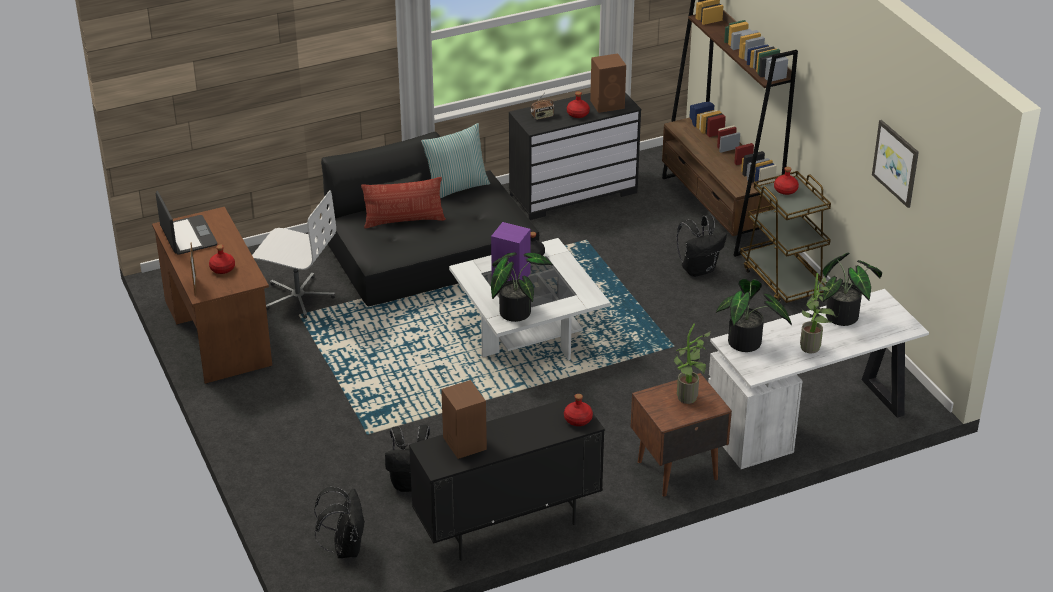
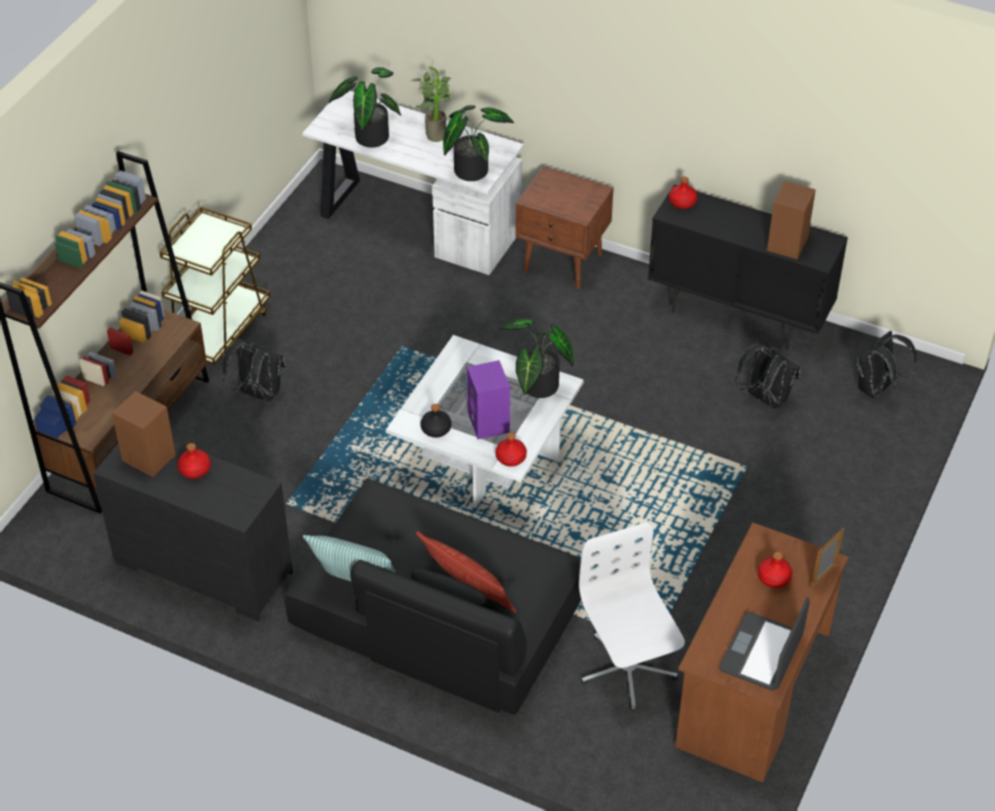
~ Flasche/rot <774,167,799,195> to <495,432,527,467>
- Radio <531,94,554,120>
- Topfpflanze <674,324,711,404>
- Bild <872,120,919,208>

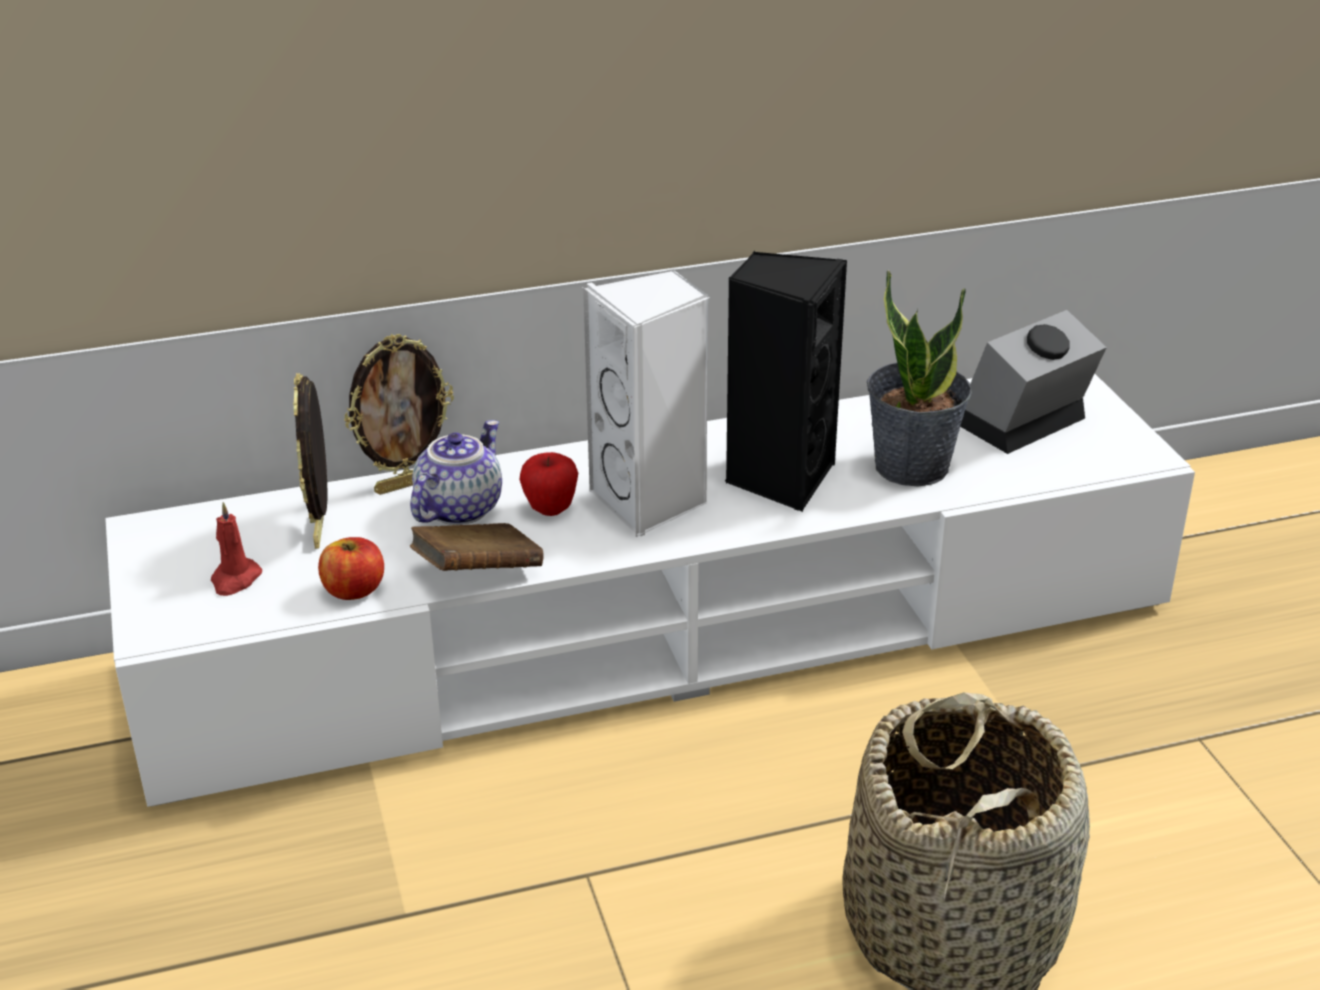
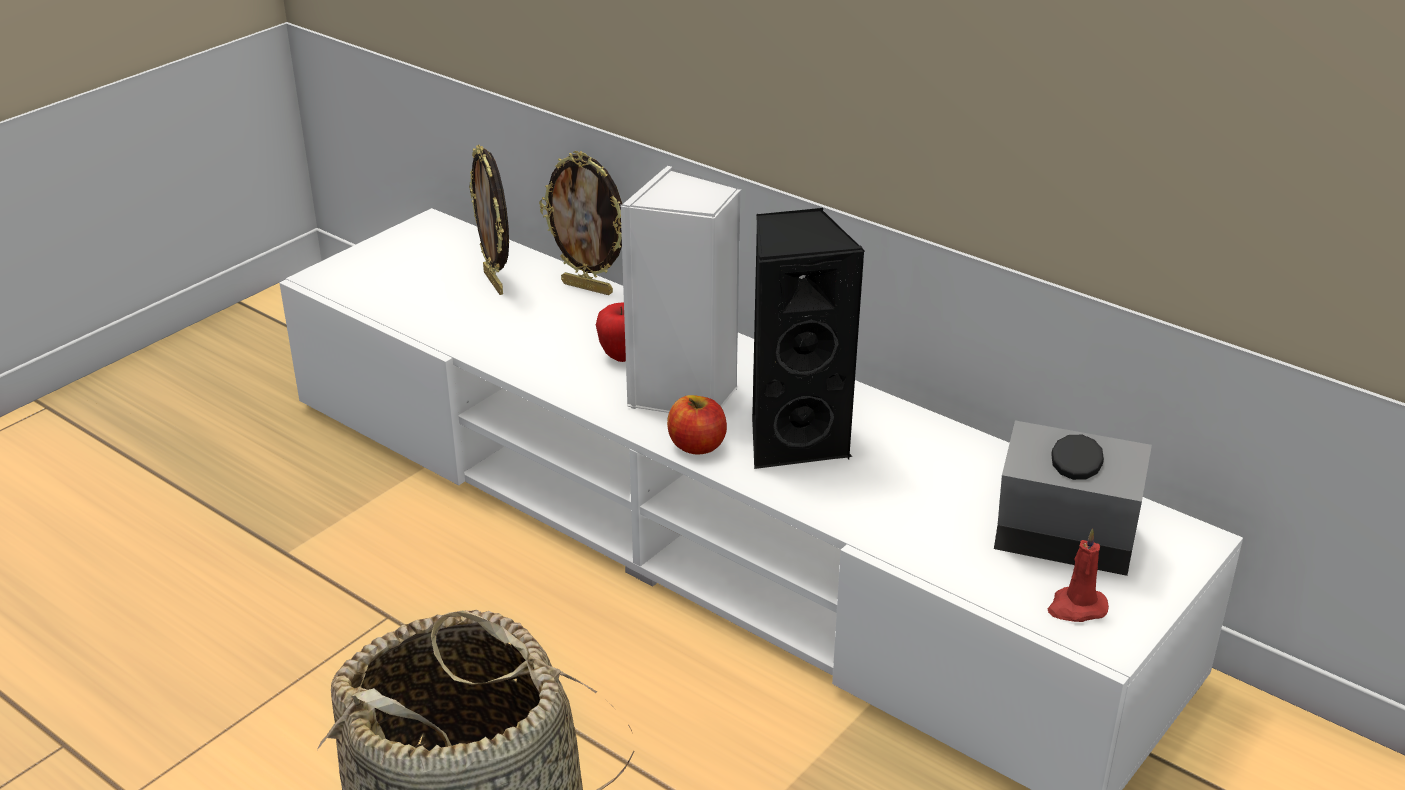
~ Bilderrahmen <293,373,327,549> = <469,144,509,295> 75 degrees counterclockwise
~ Apfel <318,537,384,600> to <667,395,727,455>
~ Kerze/rot <211,502,262,596> to <1048,528,1109,622>
- Buch/braun <409,523,543,571>
- Teekanne <410,420,502,525>
- Topfpflanze <867,269,972,487>

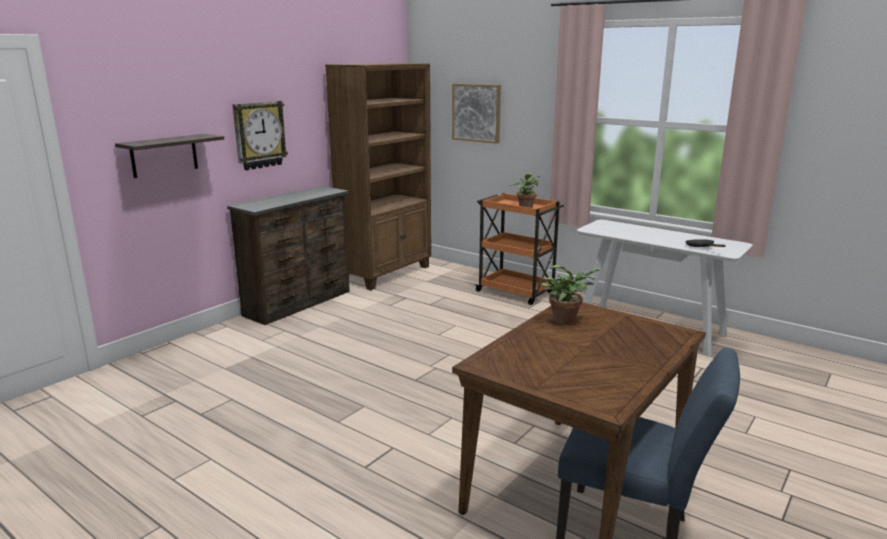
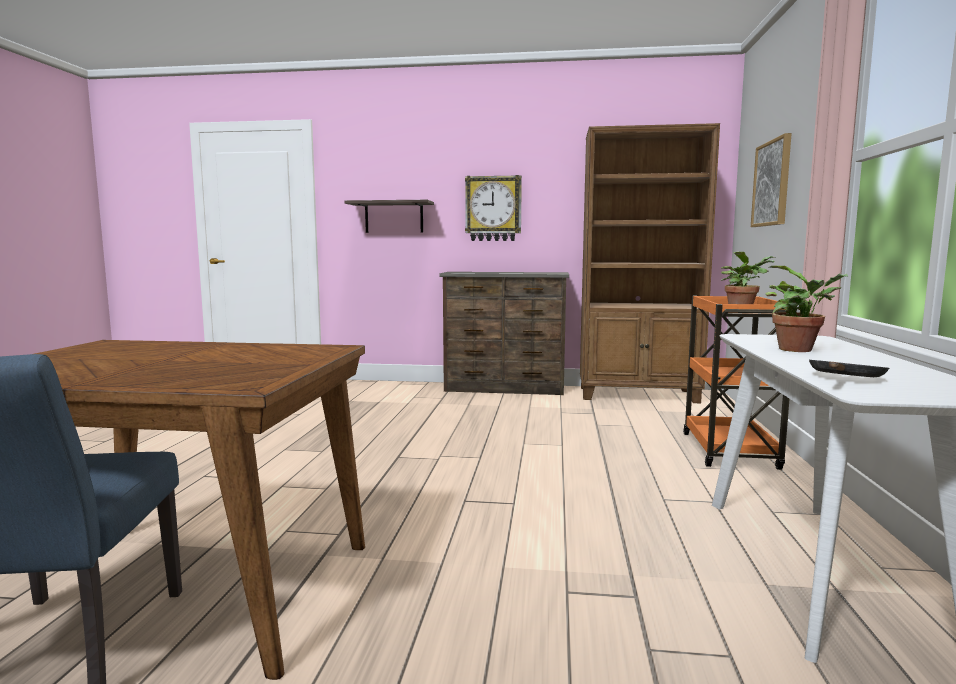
~ Topfpflanze <541,265,603,324> to <765,266,848,352>

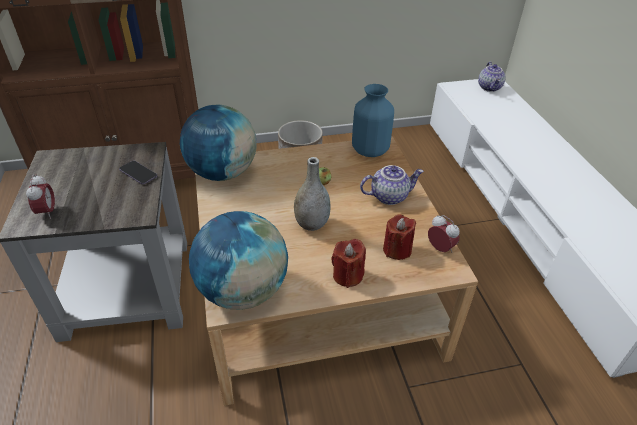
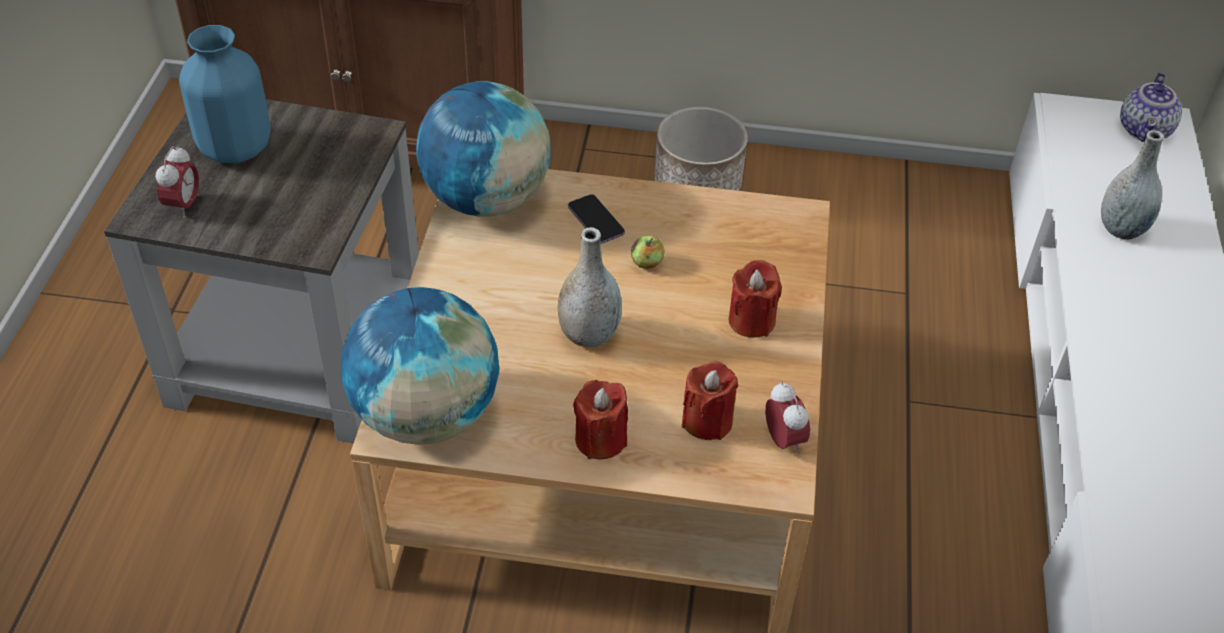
~ Vase/blau <352,84,394,157> to <179,25,270,163>
~ Handy <119,161,157,185> to <568,194,625,244>
~ Teekanne <360,165,424,205> to Kerze/rot <729,260,782,338>
+ Vase/grau <1101,130,1164,240>

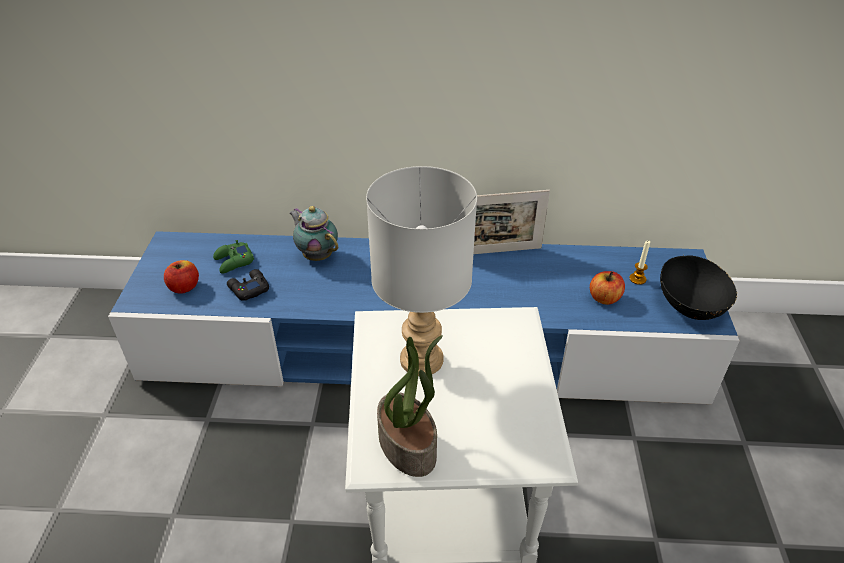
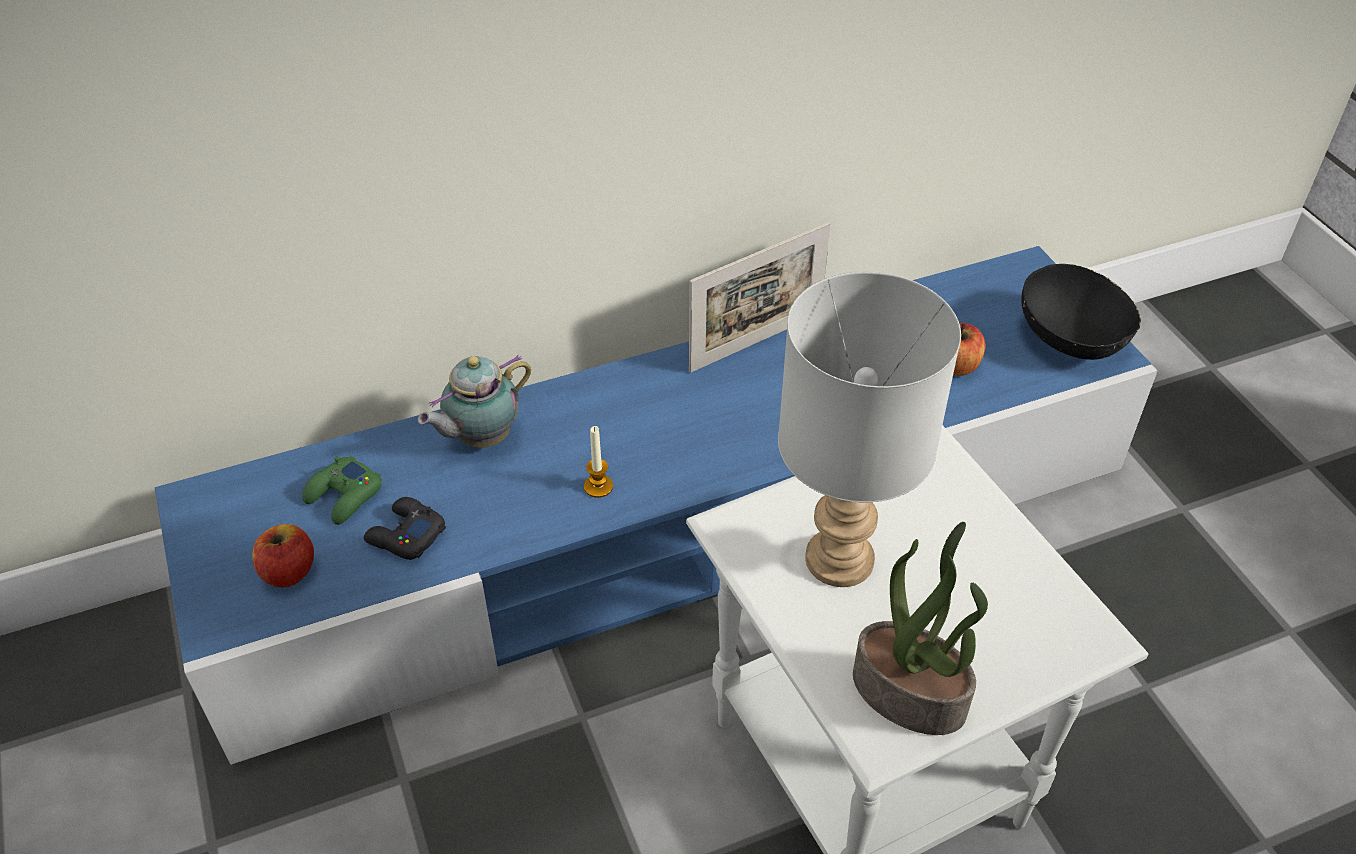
~ Teekanne <289,206,338,261> = <418,355,531,448> 60 degrees counterclockwise
~ Kerze <629,240,650,285> to <584,426,613,498>

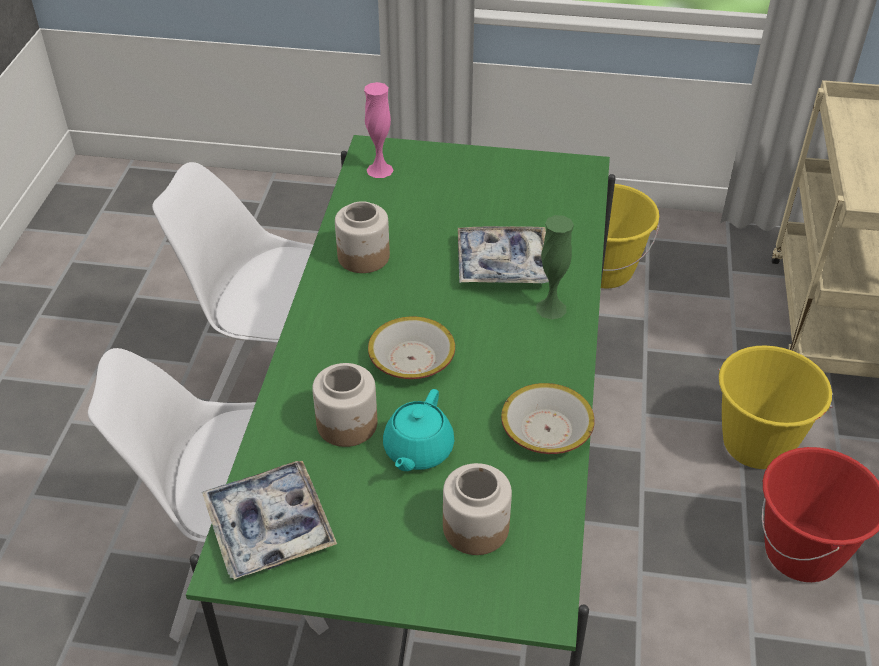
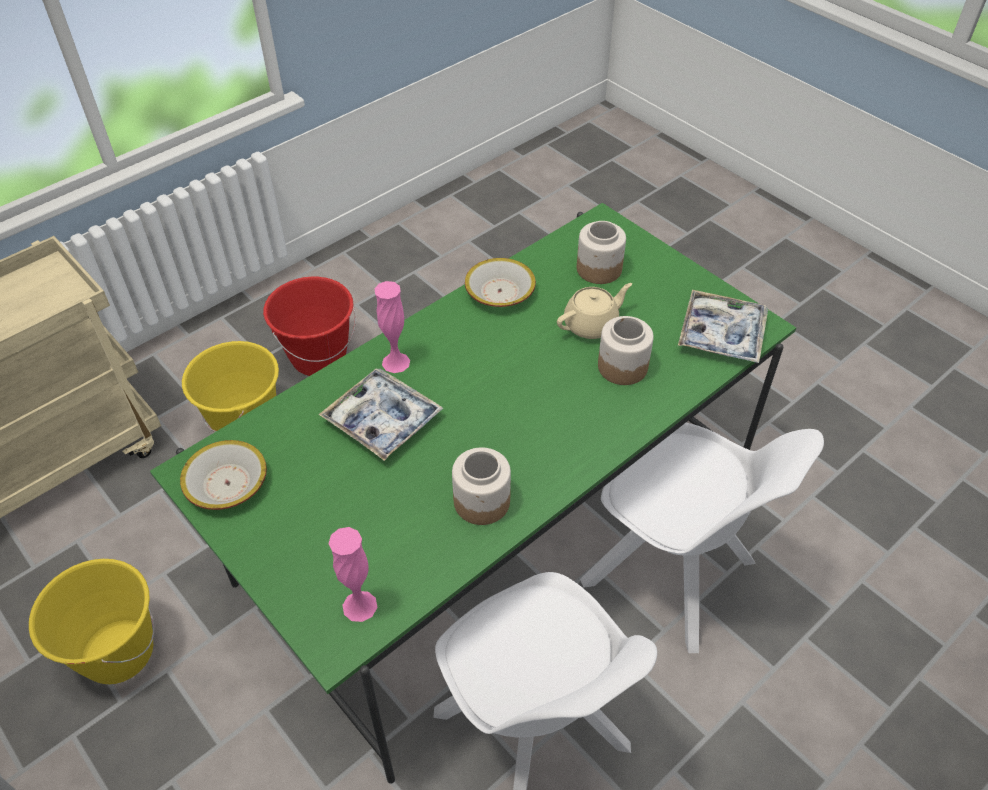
~ Schüssel <368,316,455,379> to <180,440,267,510>
~ Vase/grün <536,215,574,319> to Vase/rosa <375,281,410,373>
~ Teekanne/türkis <383,389,454,471> to Teekanne/beige <557,283,632,339>

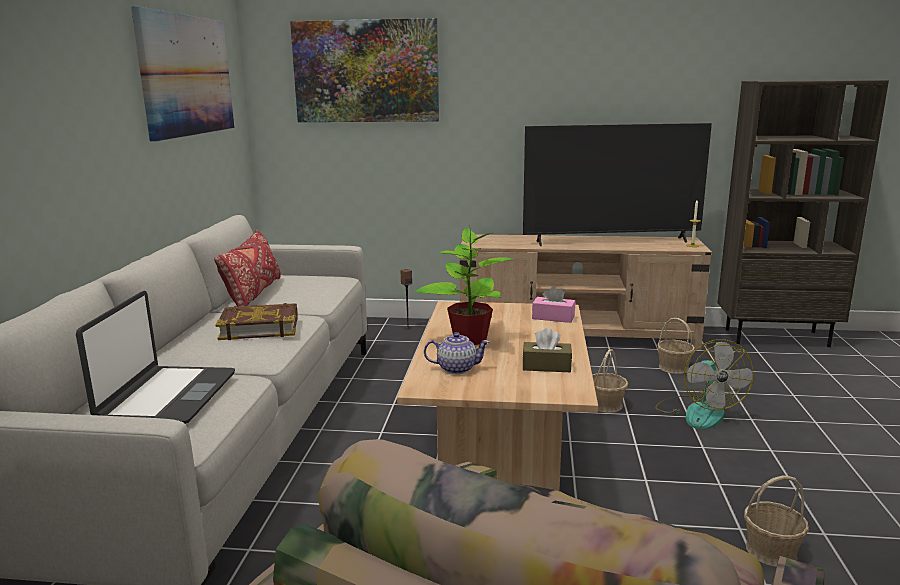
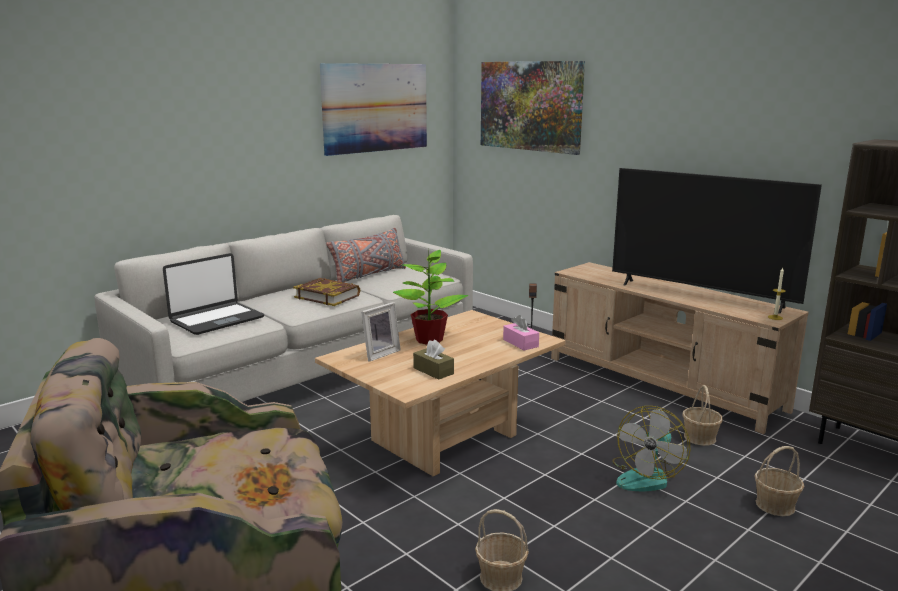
~ Kissen/rot <214,229,281,307> to Kissen/grau <326,228,406,283>
~ Teekanne <424,332,490,374> to Bilderrahmen <361,302,401,362>
~ Korb <592,349,628,413> to <755,446,804,516>

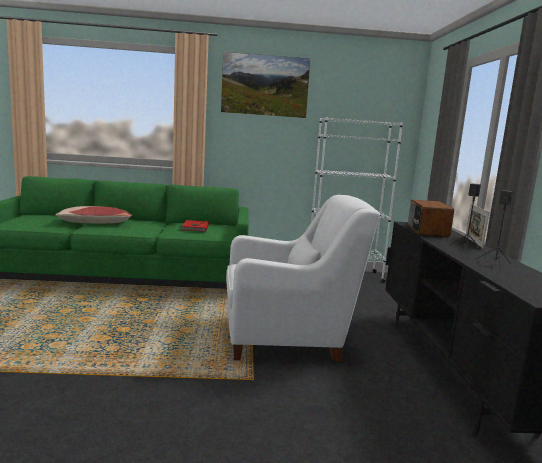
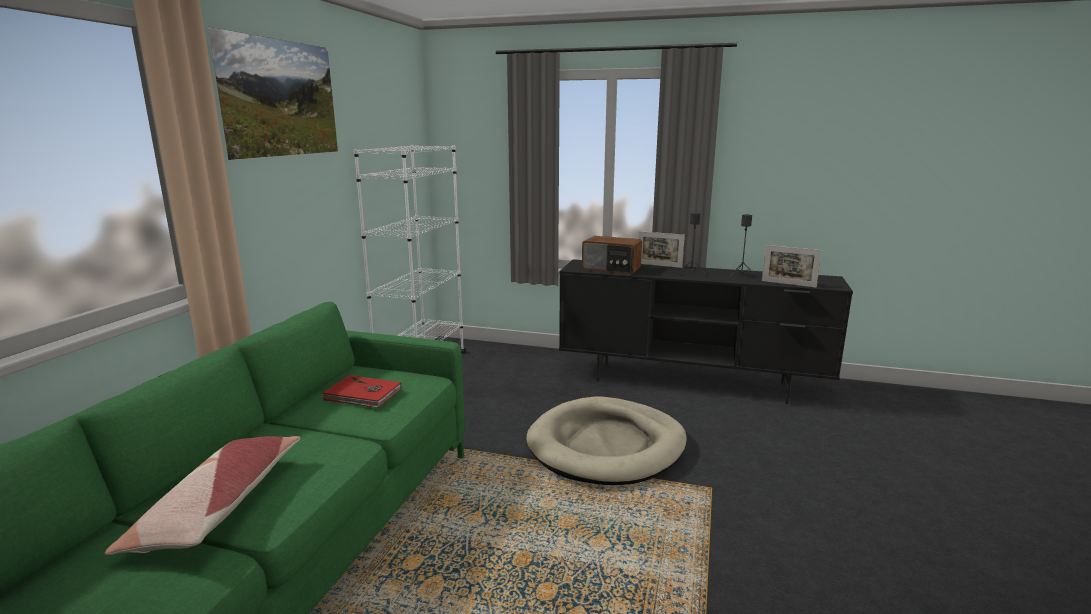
~ Sessel/weiß <226,195,380,361> to Hundebett/beige <526,397,687,485>
+ Bilderrahmen <762,245,822,288>

